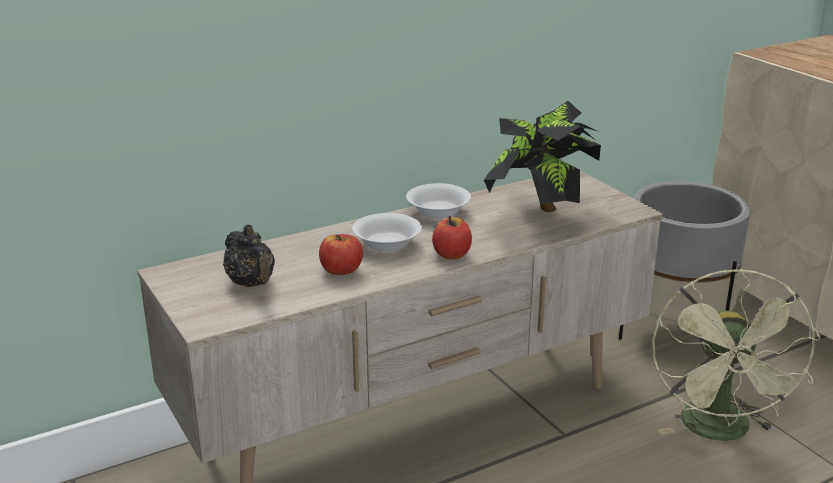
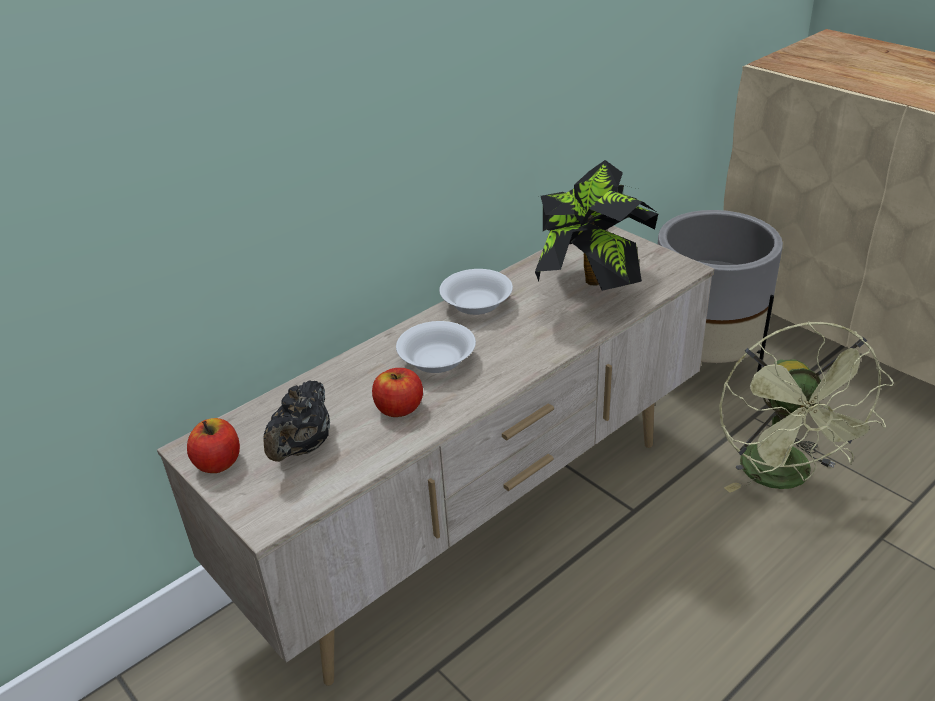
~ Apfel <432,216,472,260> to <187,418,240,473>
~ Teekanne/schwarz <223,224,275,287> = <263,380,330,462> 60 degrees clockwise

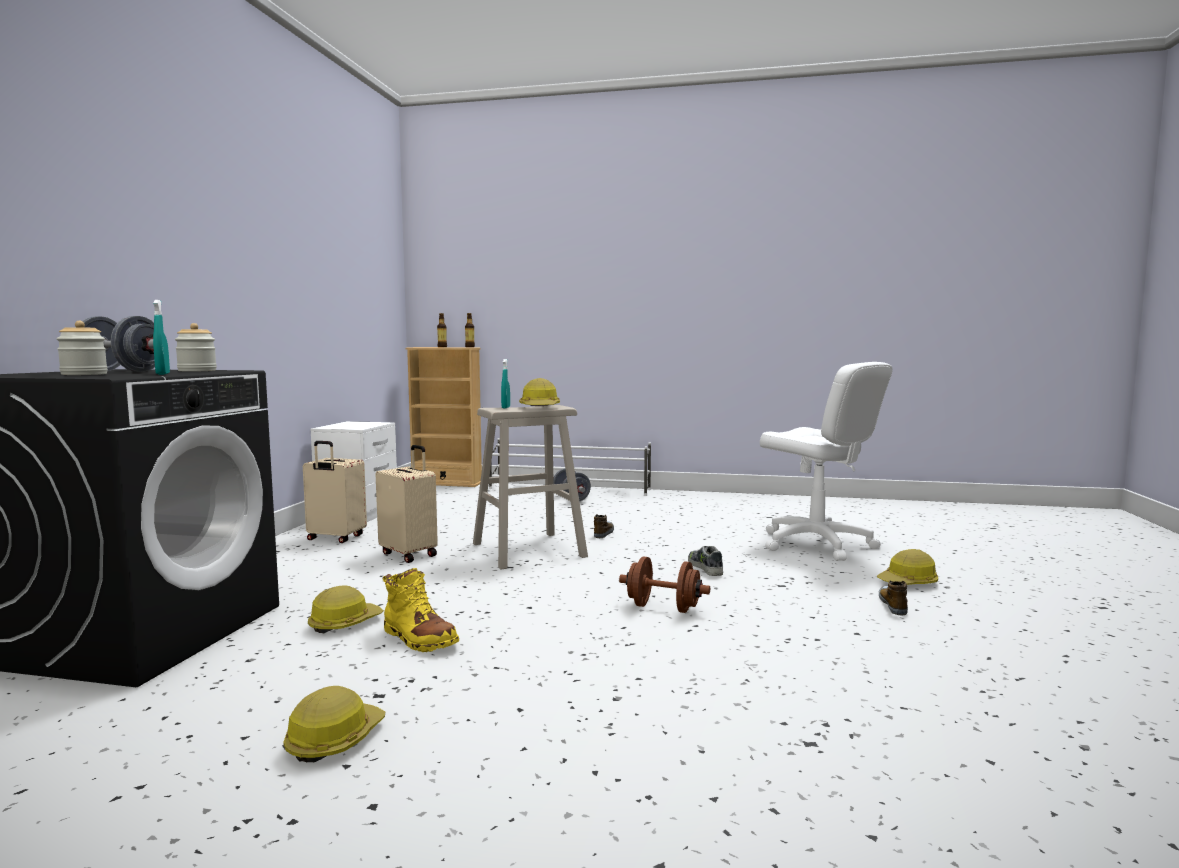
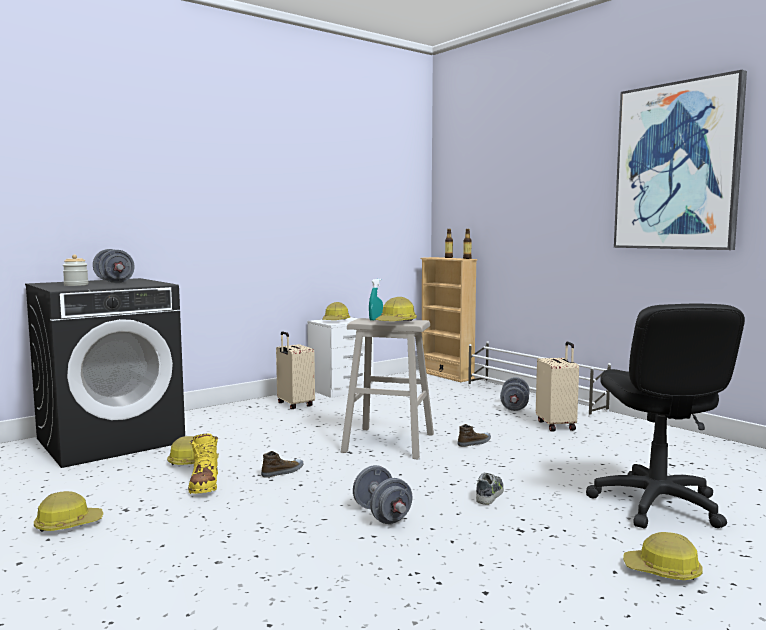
~ Schuh <879,581,908,615> to <261,451,304,478>
+ Schutzhelm <322,302,350,320>
~ Hantel/braun <619,556,710,613> to Hantel/grau <353,465,413,524>
~ Koffer/beige <376,445,438,563> to <536,342,579,431>
~ Bürostuhl/weiß <760,362,893,561> to Bürostuhl/schwarz <586,304,745,529>
+ Bild <614,70,747,250>
- Sprühflasche/türkis <153,300,170,375>
- Vorratsglas <175,323,217,372>

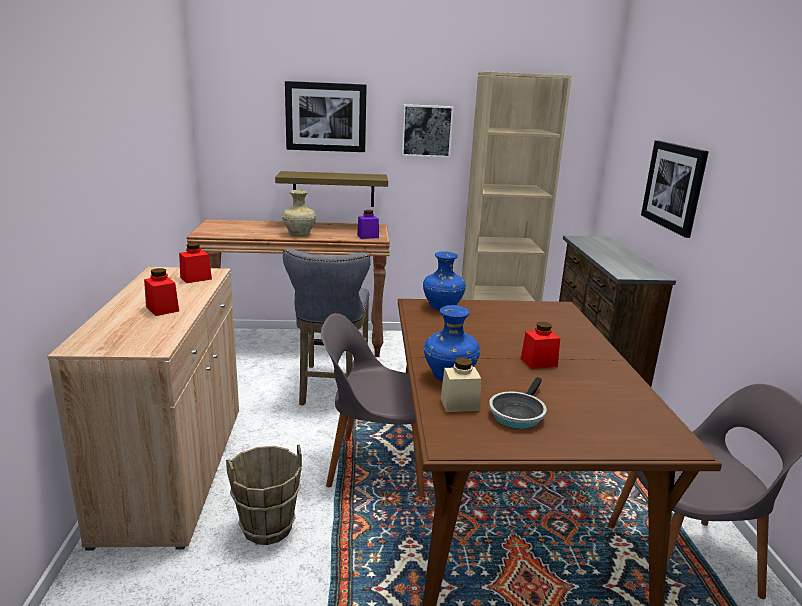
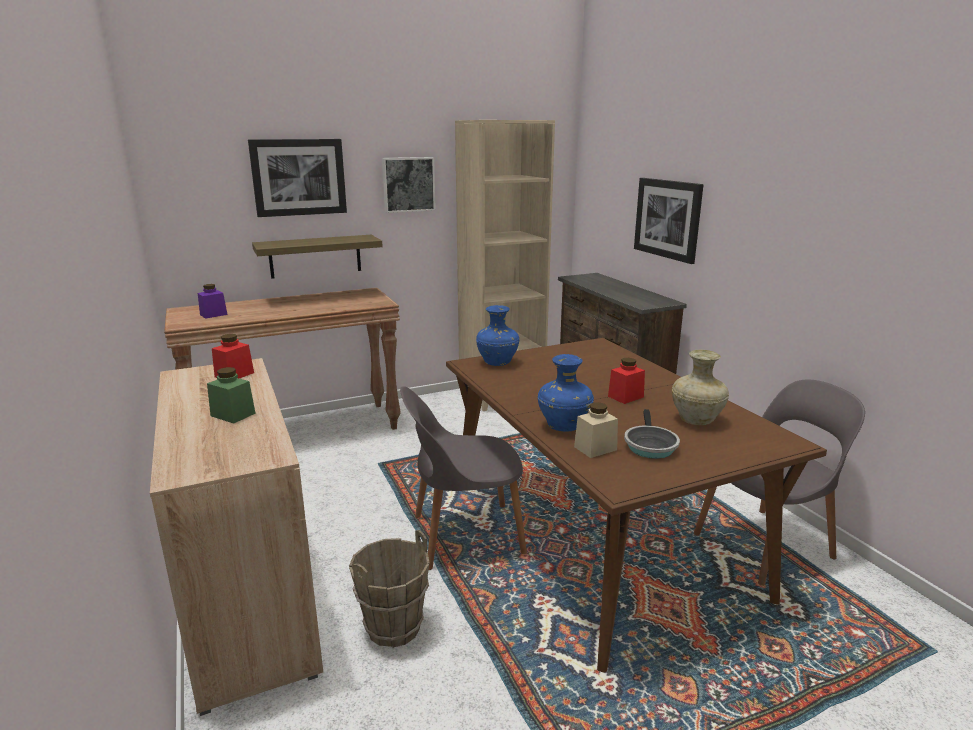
~ Vorratsglas/lila <357,210,379,239> to <198,284,228,319>
~ Vorratsglas/rot <144,268,179,316> to Vorratsglas/grün <207,367,256,424>
~ Vase/beige <282,190,316,236> to <672,349,729,425>
- Hocker/grau <283,248,371,405>

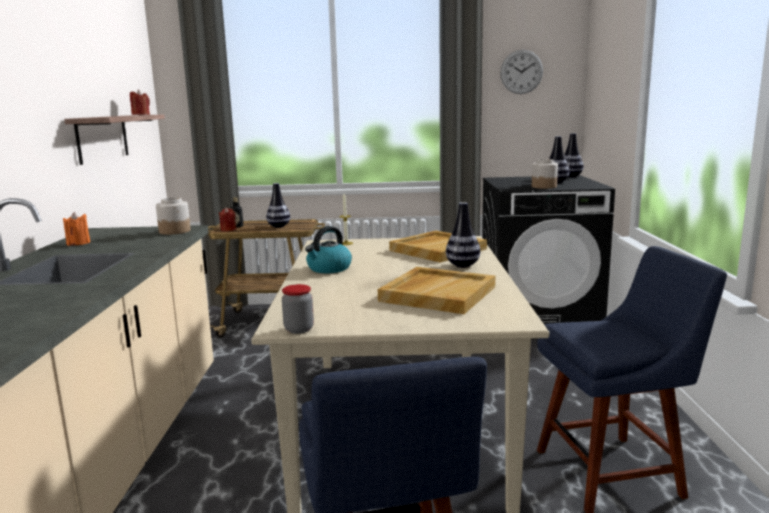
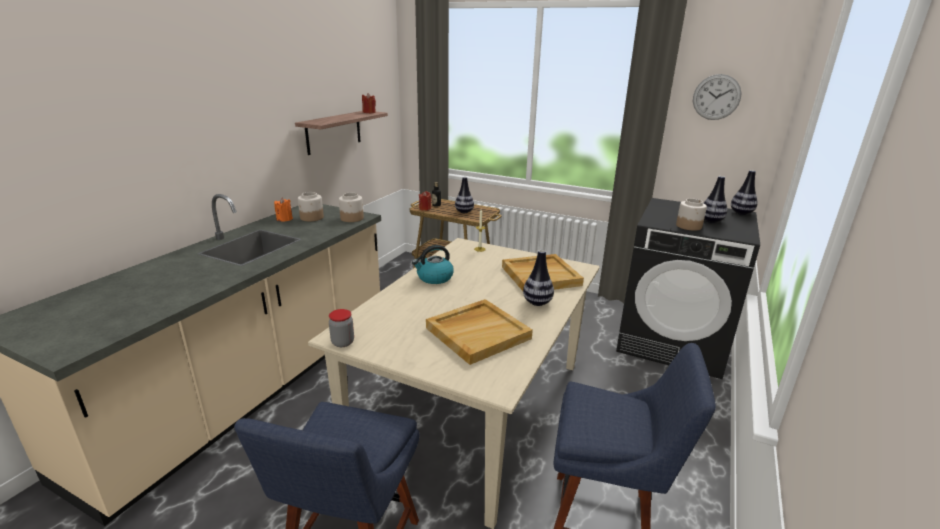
+ Vorratsglas <298,192,324,221>

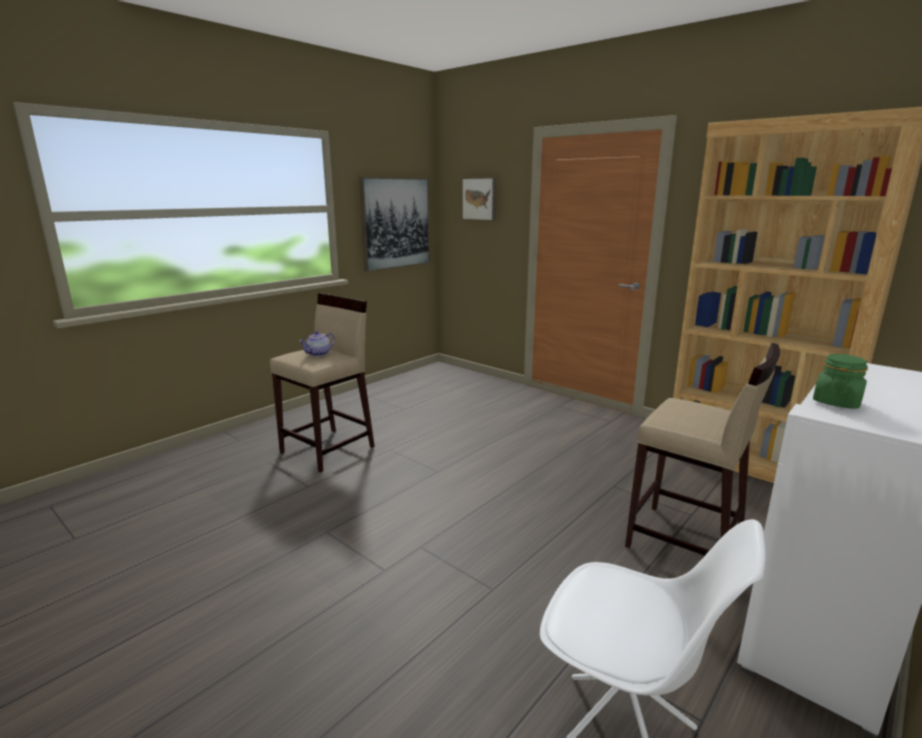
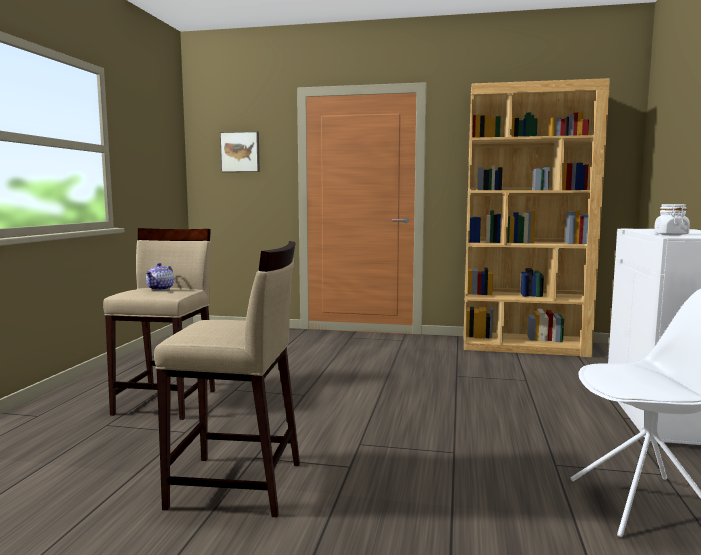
~ Hocker/beige <625,343,780,556> to <154,241,300,517>
~ Vorratsglas/grün <813,354,868,409> to Vorratsglas/weiß <654,204,690,236>
- Bild <359,177,430,272>

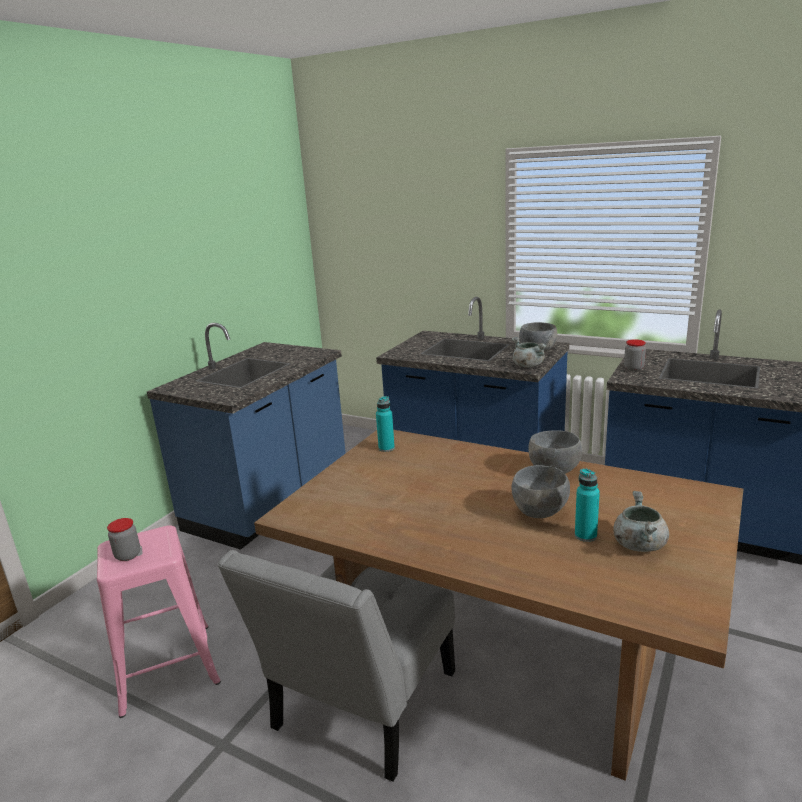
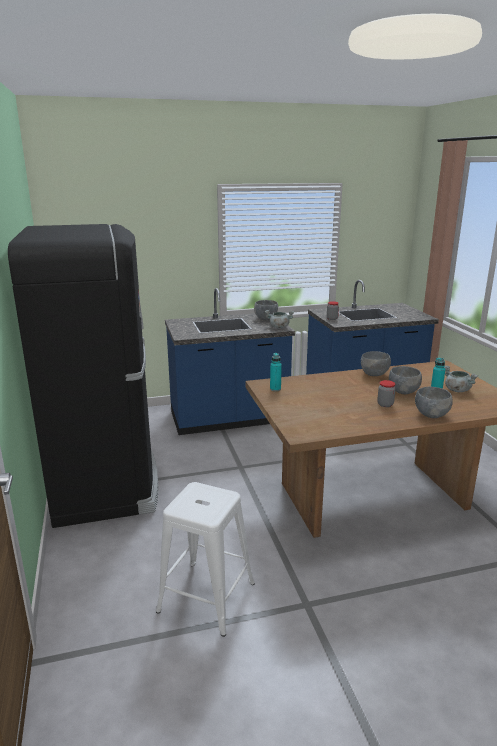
~ Küchenzeile/blau <147,323,346,550> to Kühlschrank/schwarz <8,224,158,528>
~ Hocker/rosa <97,526,221,718> to Hocker/weiß <156,482,255,637>
~ Vorratsglas <107,518,140,561> to <377,380,396,407>
+ Schüssel/grau <415,387,453,418>
- Stuhl/grau <217,550,455,782>

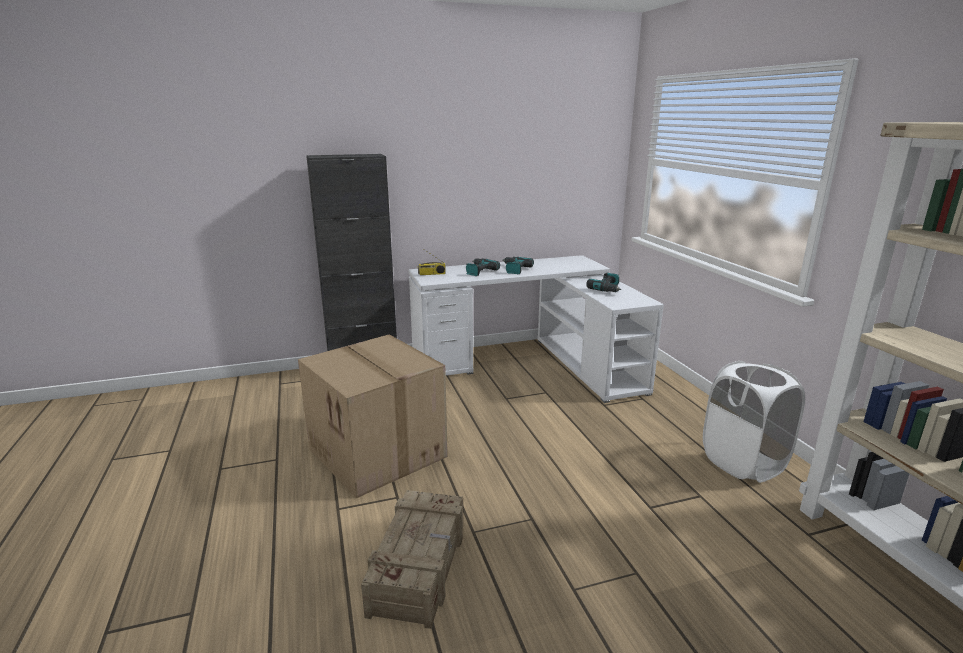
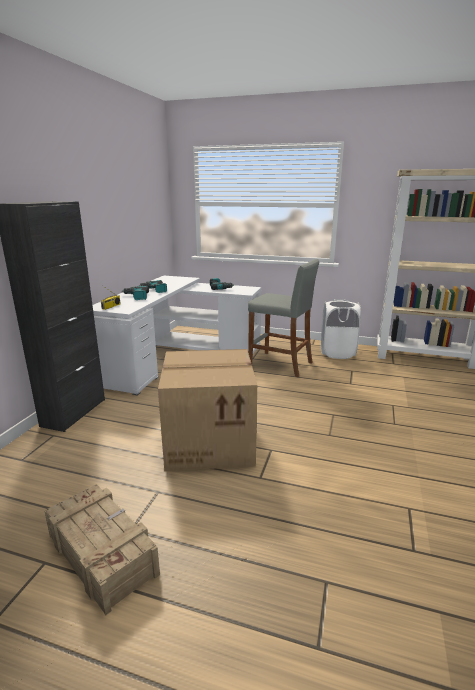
~ Kiste <361,490,463,629> to <44,484,160,615>
+ Hocker/grau <248,259,319,377>

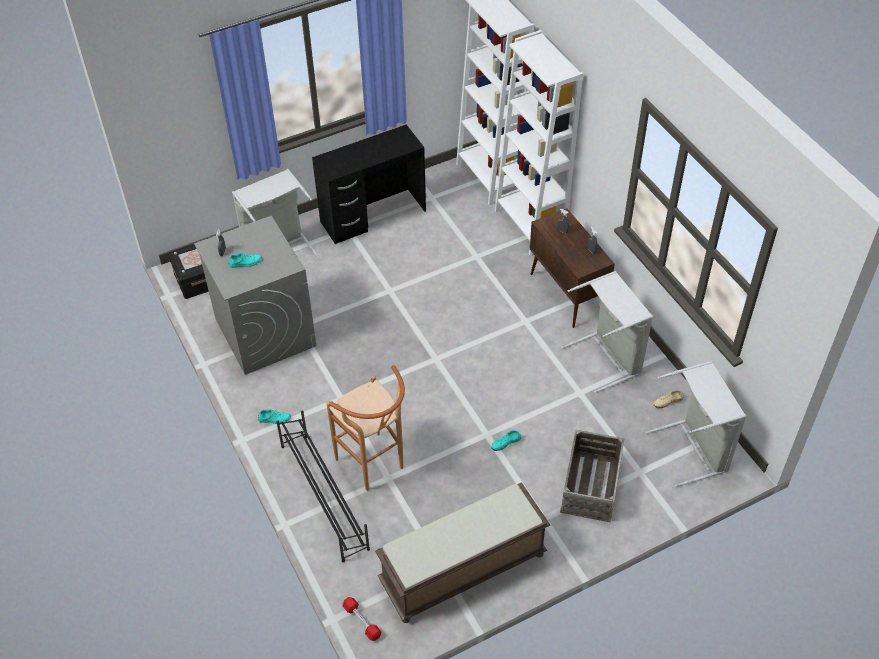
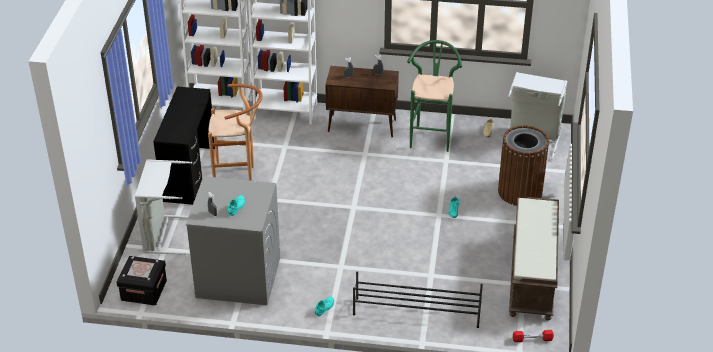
~ Hocker/braun <326,365,405,491> to <208,84,263,181>
~ Wäschekorb/grau <561,271,653,393> to Hocker/grün <407,40,462,152>
~ Kiste <560,430,624,522> to Mülleimer/braun <498,125,549,206>

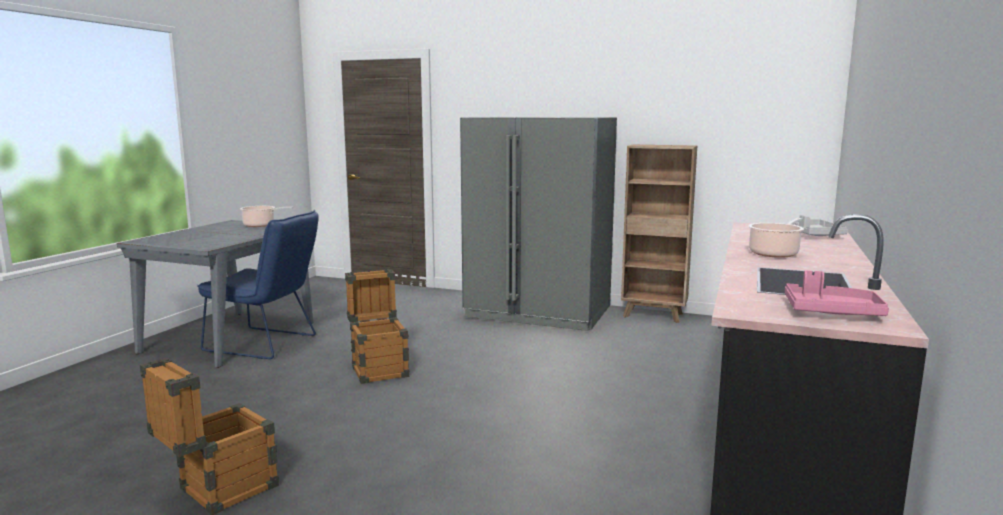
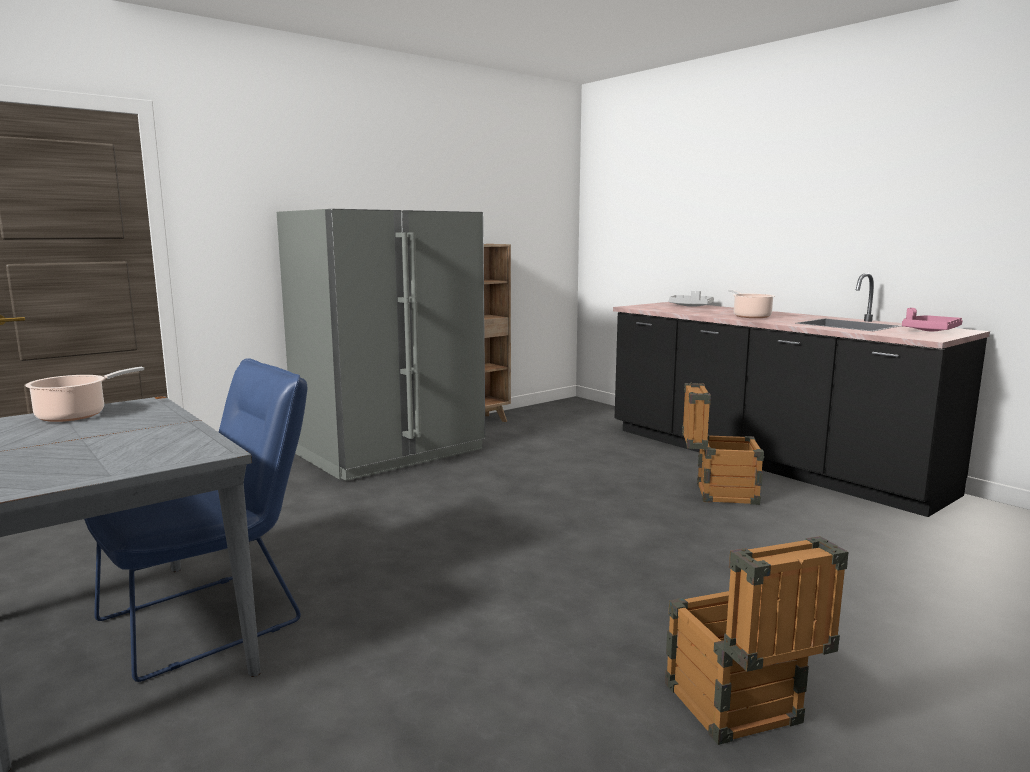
~ Kiste <345,269,410,384> to <682,383,764,505>

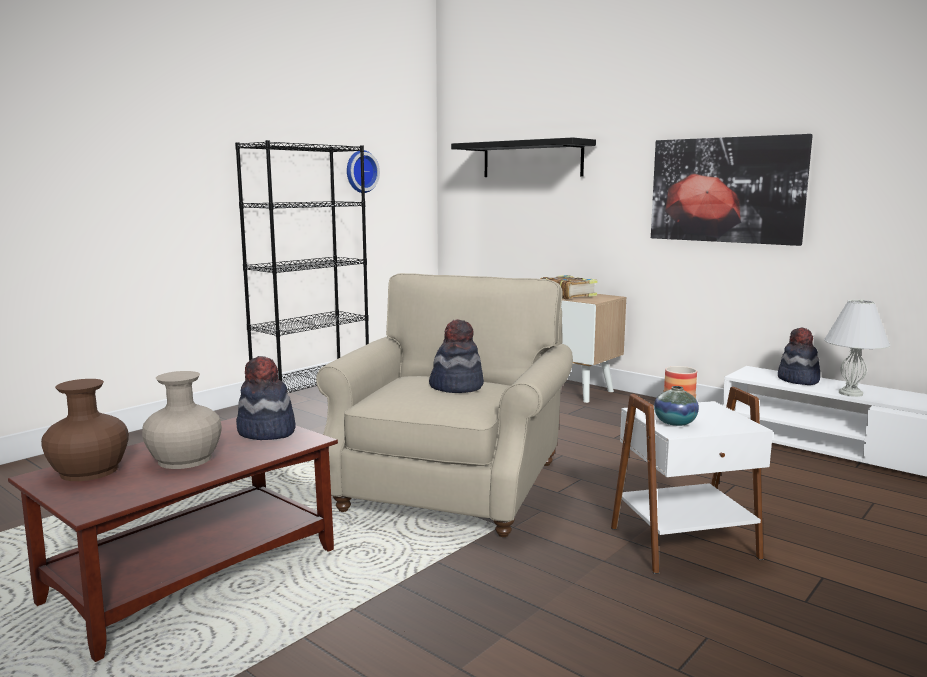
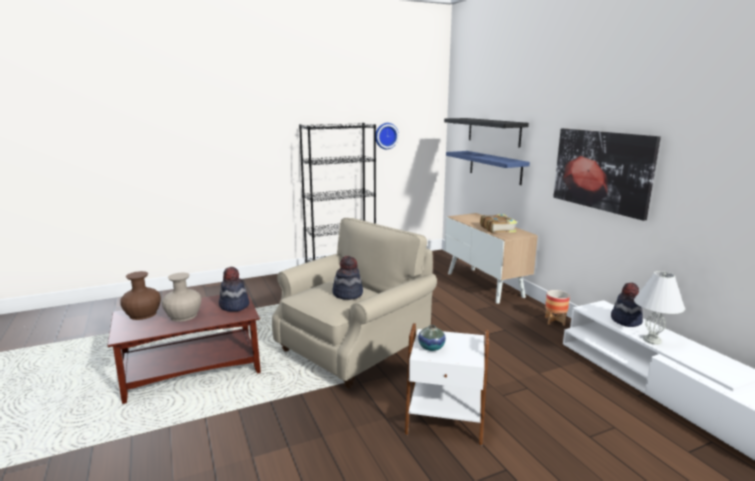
+ Wandregal/blau <446,151,530,185>

